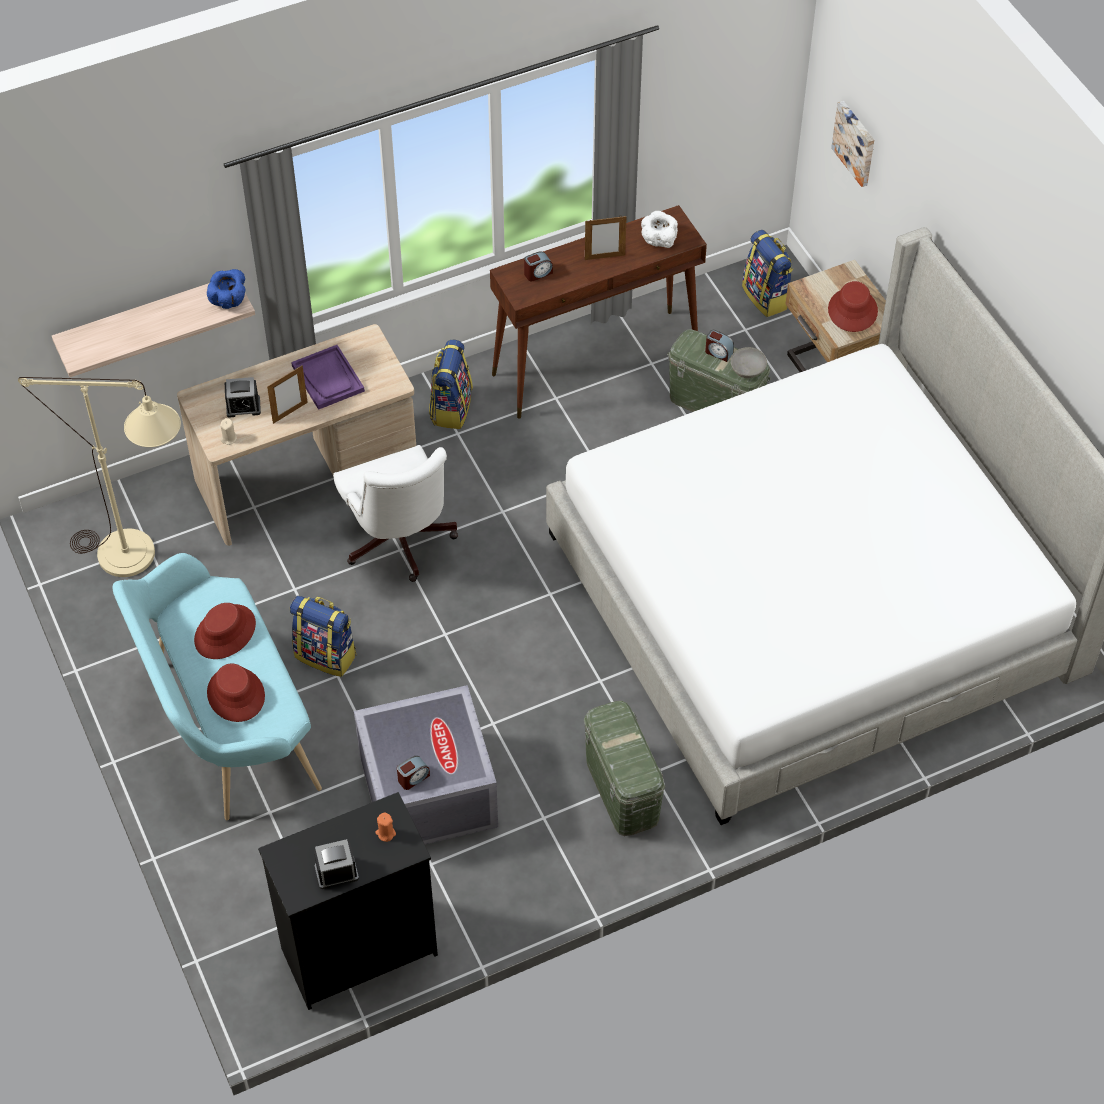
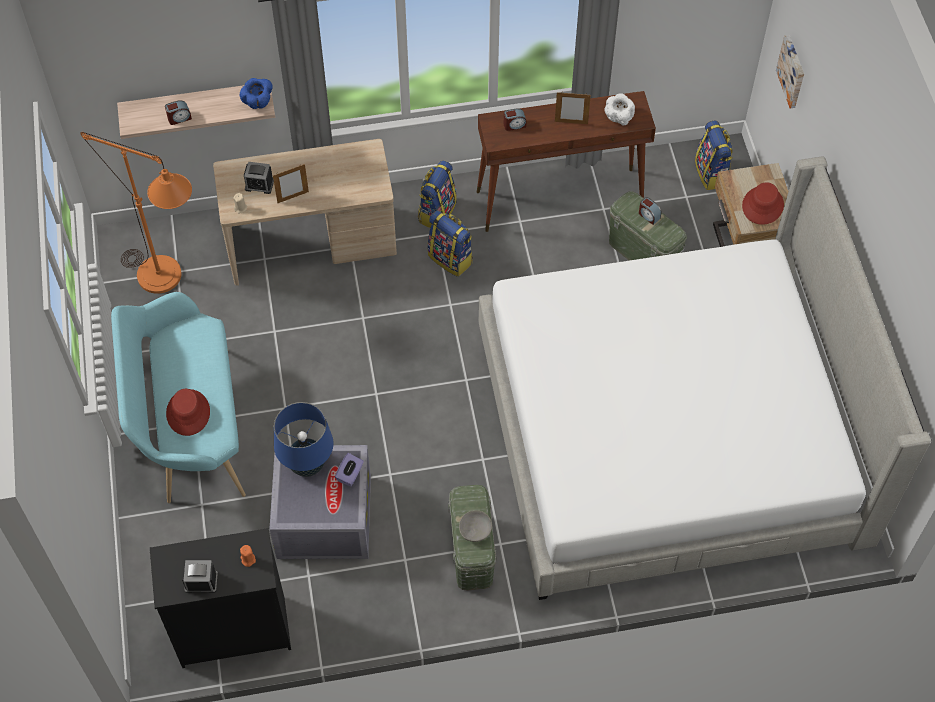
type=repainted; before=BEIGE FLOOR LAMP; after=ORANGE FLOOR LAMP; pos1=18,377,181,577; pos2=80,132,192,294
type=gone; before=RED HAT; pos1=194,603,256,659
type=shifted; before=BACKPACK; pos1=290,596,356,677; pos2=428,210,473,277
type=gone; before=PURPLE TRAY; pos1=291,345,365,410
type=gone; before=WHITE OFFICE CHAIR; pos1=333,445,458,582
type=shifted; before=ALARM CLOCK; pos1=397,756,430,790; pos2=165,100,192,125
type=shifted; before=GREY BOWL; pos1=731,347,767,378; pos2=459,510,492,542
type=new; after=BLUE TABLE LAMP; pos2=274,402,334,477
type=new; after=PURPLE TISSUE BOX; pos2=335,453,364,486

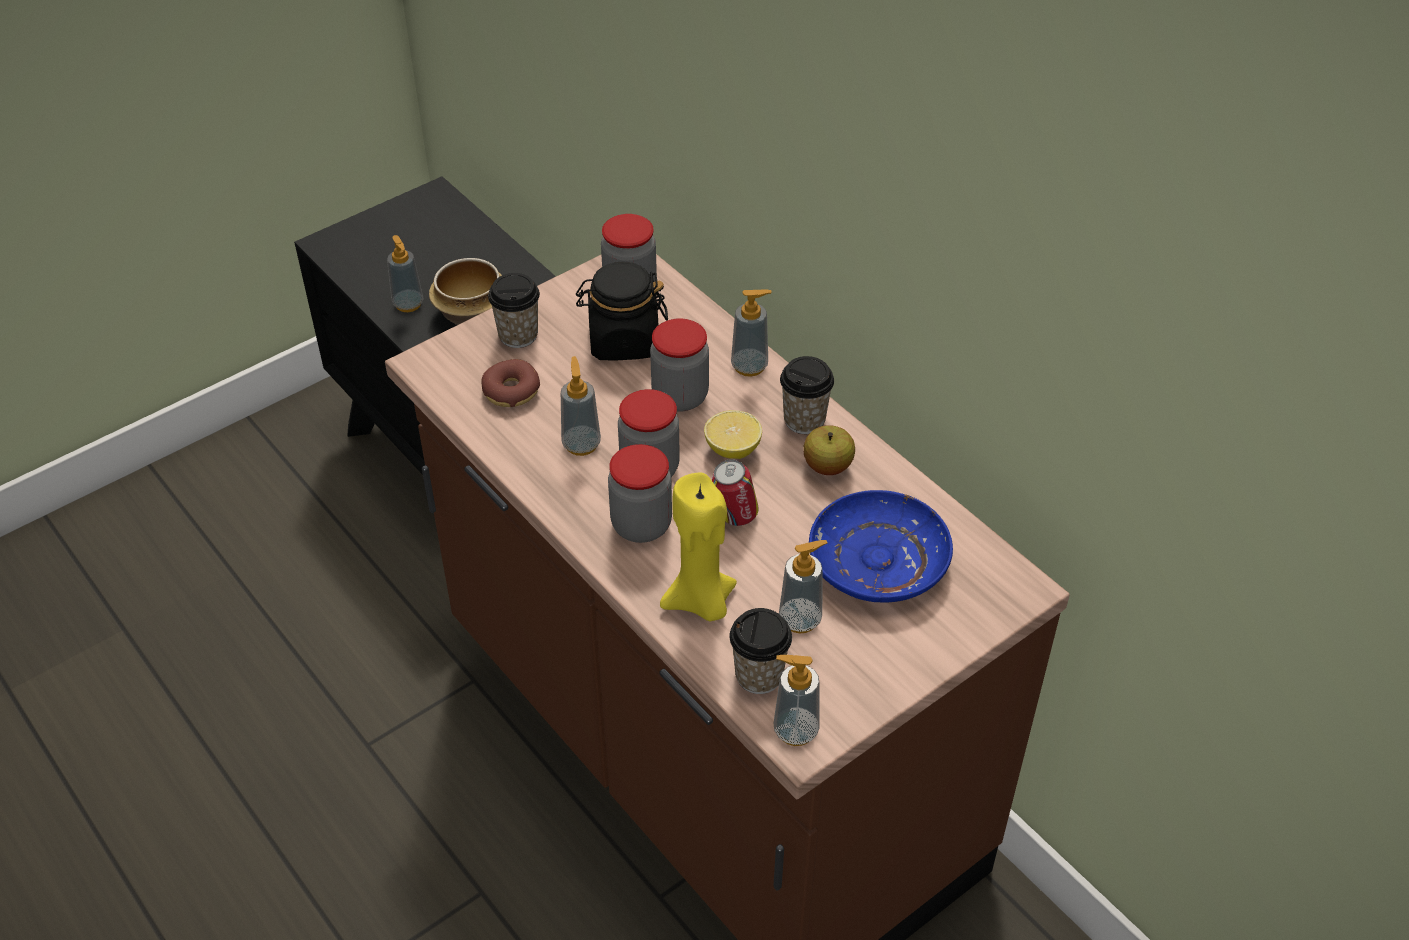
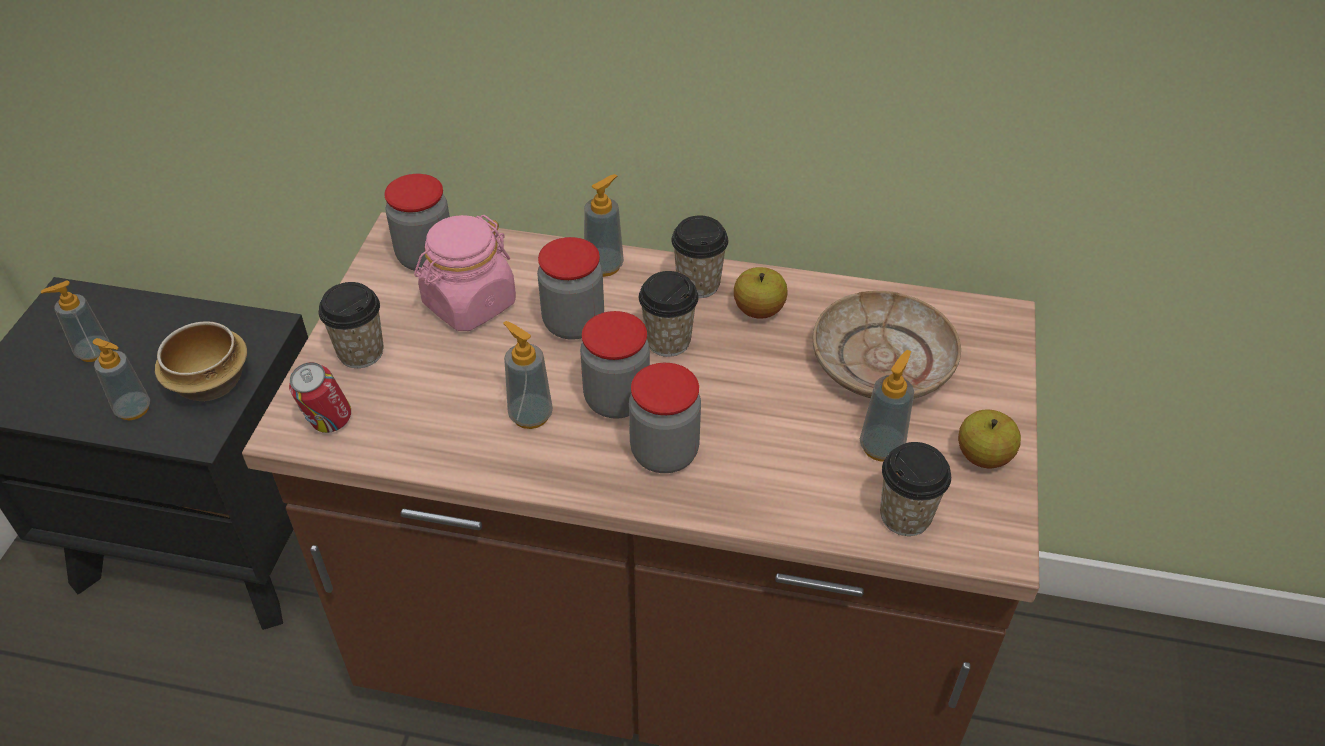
type=gone; before=DONUT; pos1=481,359,540,407
type=repainted; before=BLACK JAR; after=PINK JAR; pos1=576,261,668,360; pos2=414,215,516,331
type=gone; before=YELLOW CANDLE; pos1=660,472,737,621
type=swapped; before=LEMON; after=CUP; pos1=704,410,762,459; pos2=639,271,698,357
type=shifted; before=CAN; pos1=712,459,759,526; pos2=289,362,351,433
type=shifted; before=SOAP DISPENSER; pos1=774,655,819,746; pos2=41,280,110,362
type=repainted; before=BLUE PLATE; after=BEIGE PLATE; pos1=809,490,953,603; pos2=812,291,961,399
type=new; after=APPLE; pos2=958,410,1021,468

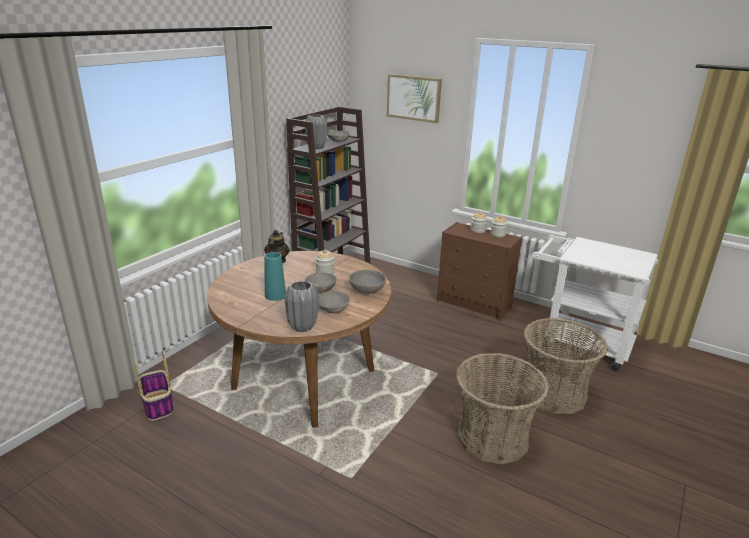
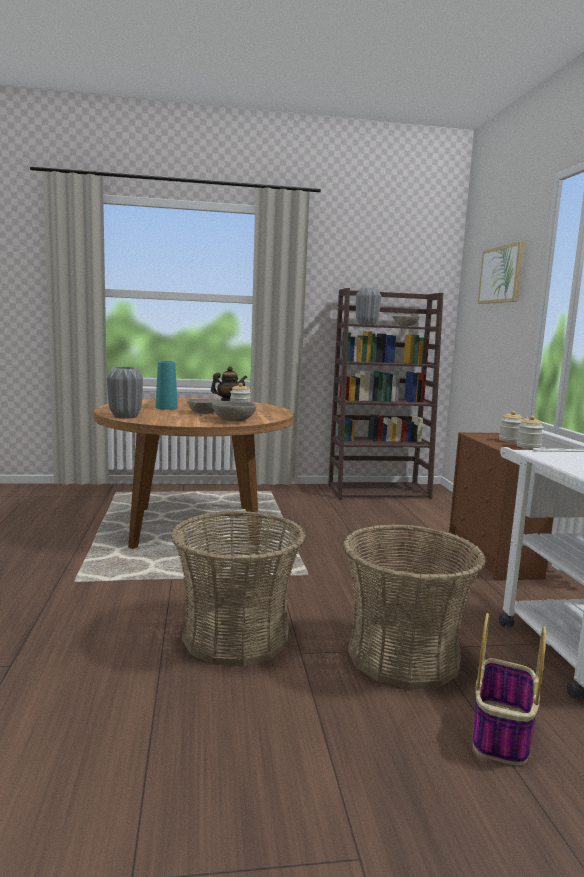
type=shifted; before=BASKET; pos1=134,351,173,421; pos2=473,613,546,765
type=gone; before=GREY BOWL; pos1=318,291,350,313

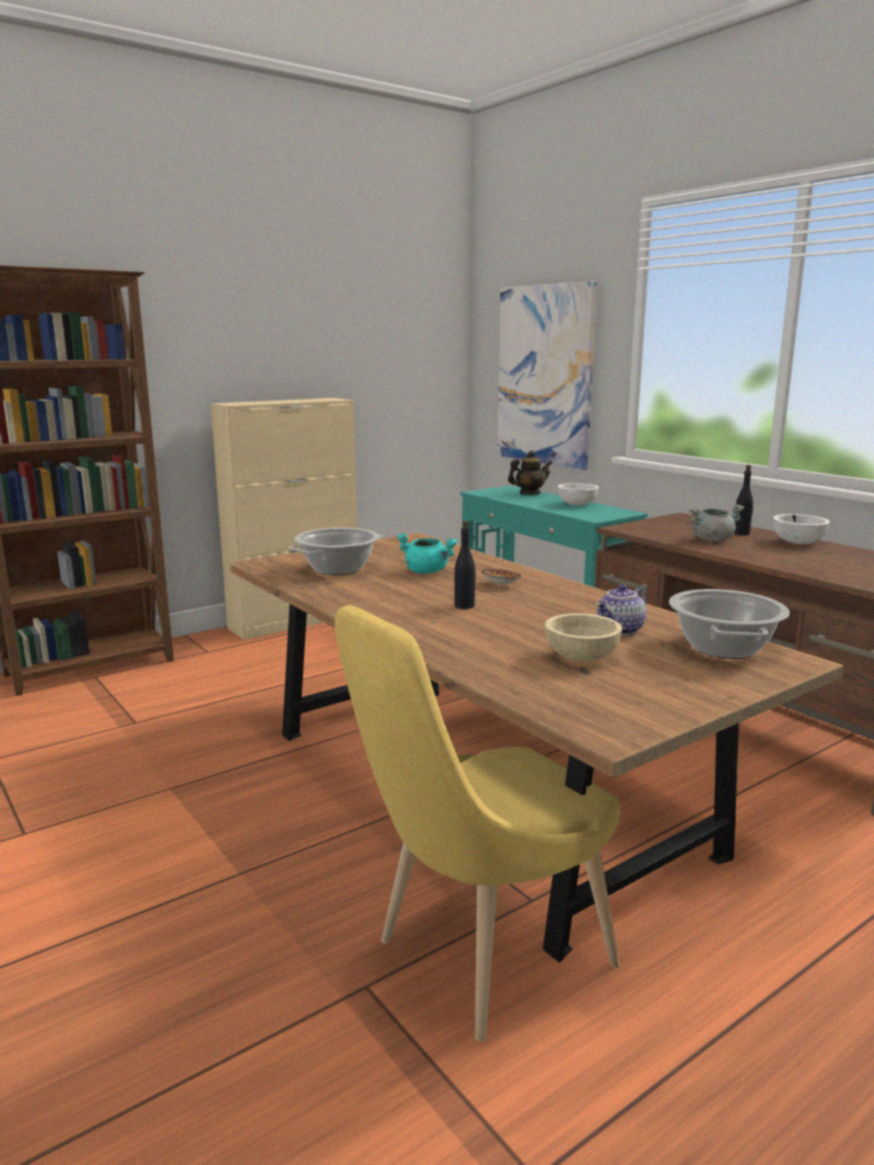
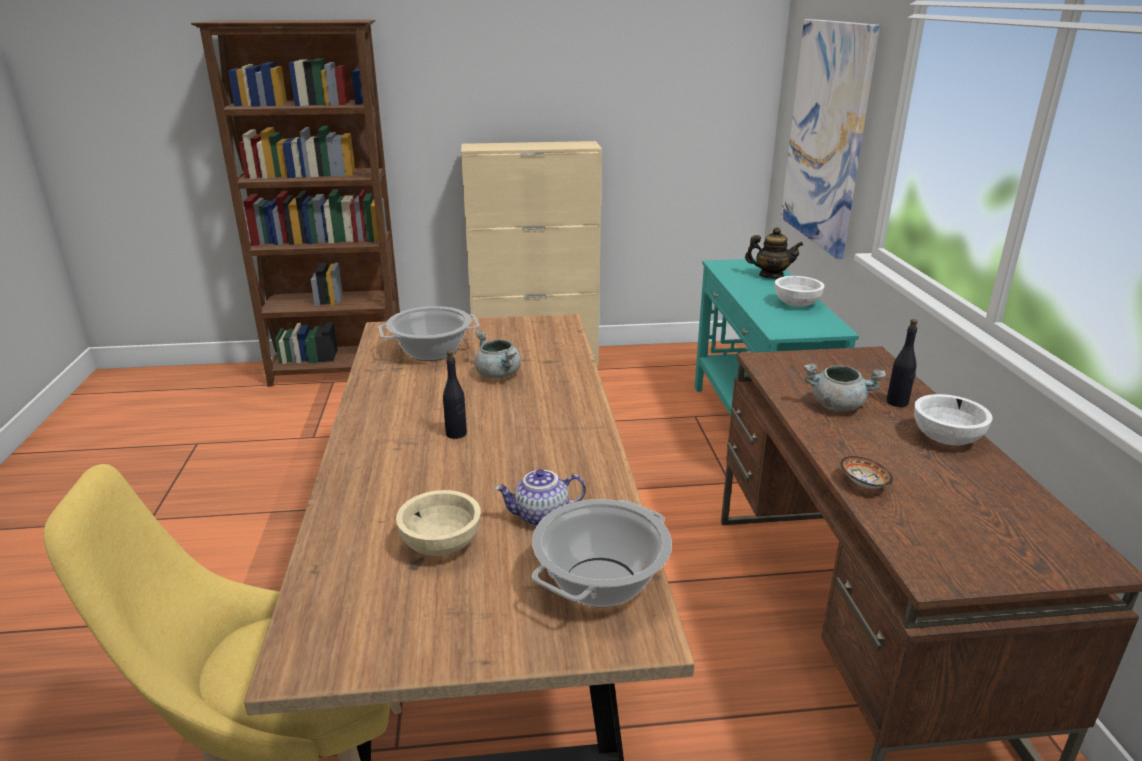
type=repainted; before=TURQUOISE COOKING POT; after=GREY COOKING POT; pos1=396,533,458,574; pos2=474,331,521,378
type=shifted; before=BOWL; pos1=482,569,521,586; pos2=840,456,893,489

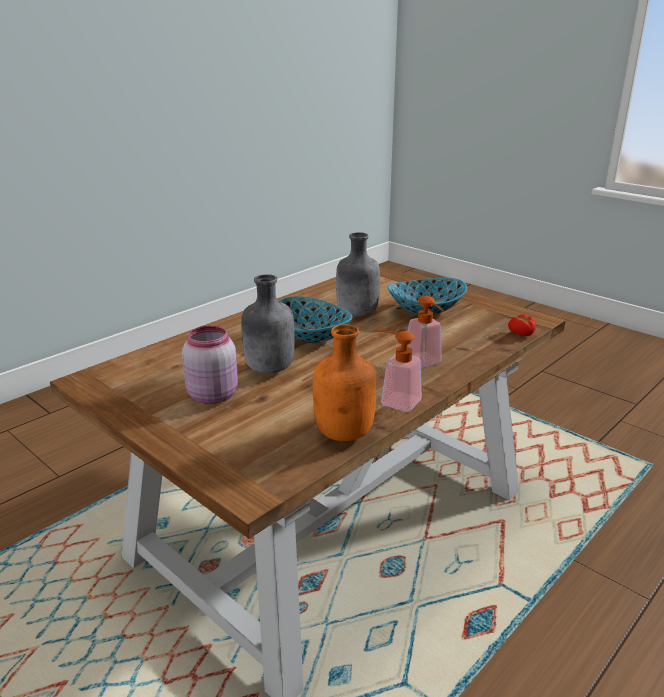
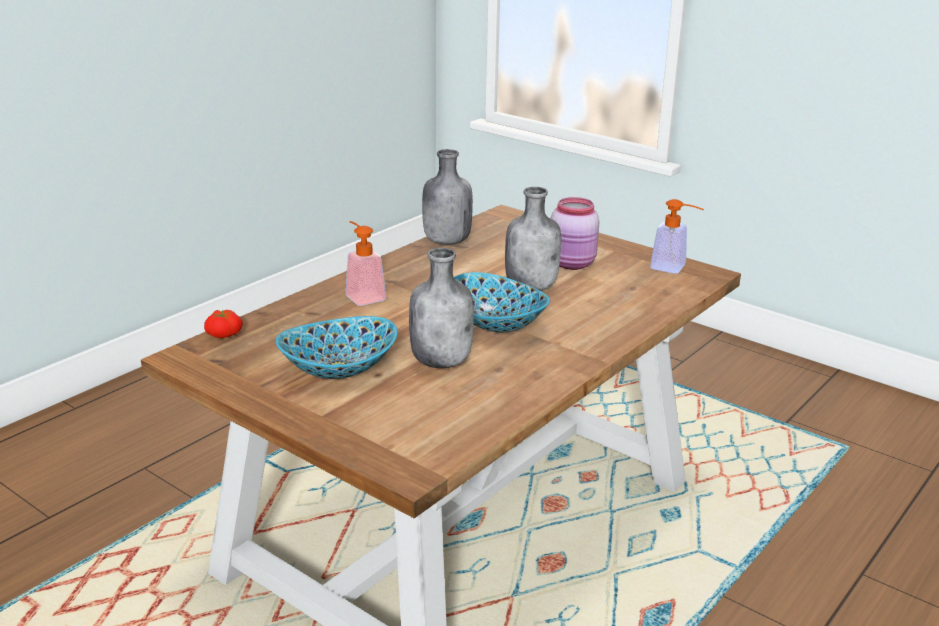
type=repainted; before=ORANGE BOTTLE; after=GREY BOTTLE; pos1=313,324,376,441; pos2=422,149,473,245
type=shifted; before=SOAP DISPENSER; pos1=375,330,422,412; pos2=650,199,704,274

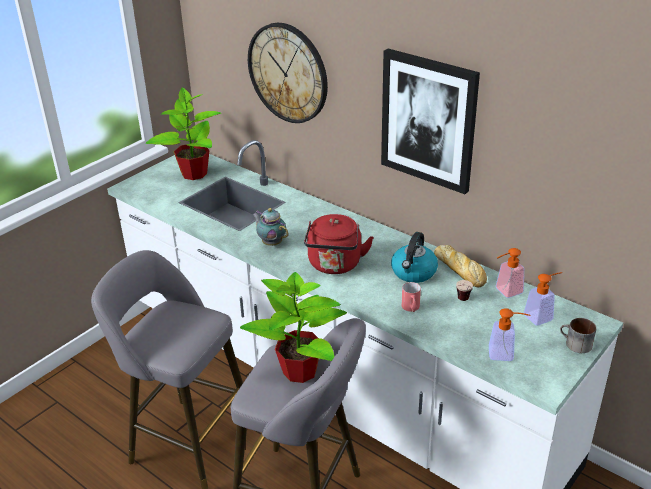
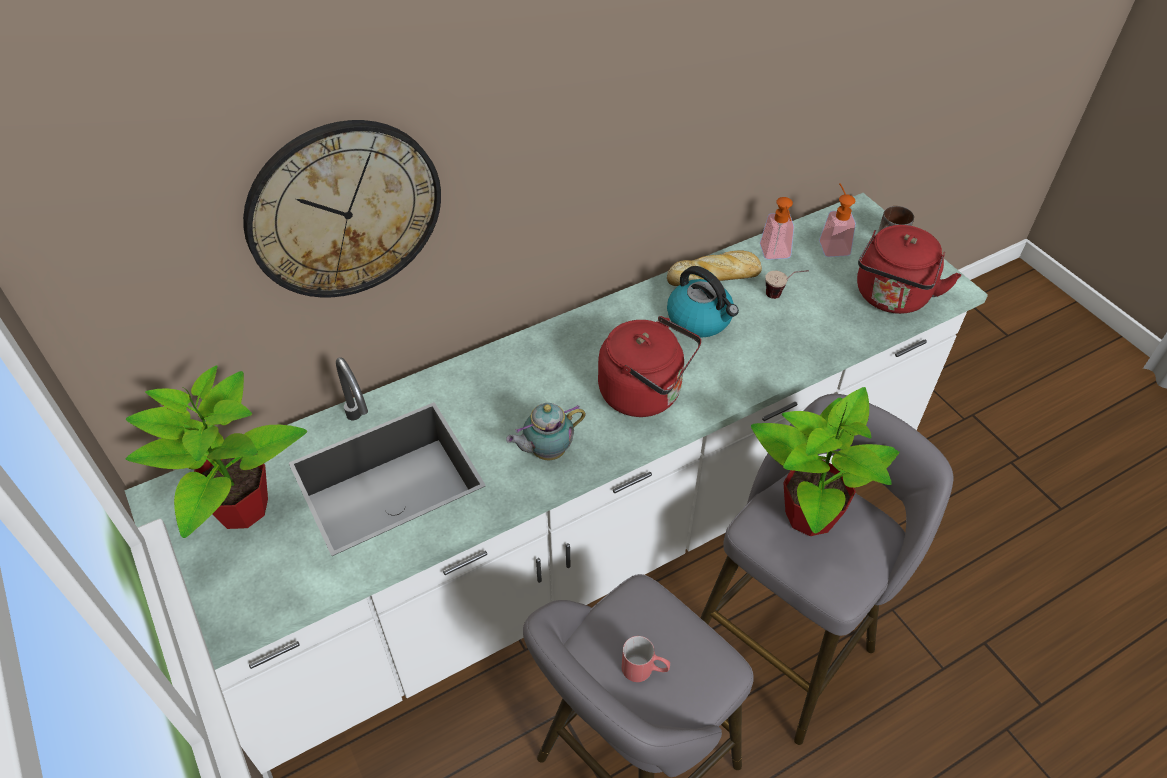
type=gone; before=PICTURE; pos1=381,49,480,194
type=shifted; before=RED MUG; pos1=402,282,421,312; pos2=622,636,670,682
type=swapped; before=SOAP DISPENSER; after=RED KETTLE; pos1=489,308,530,361; pos2=857,225,961,314

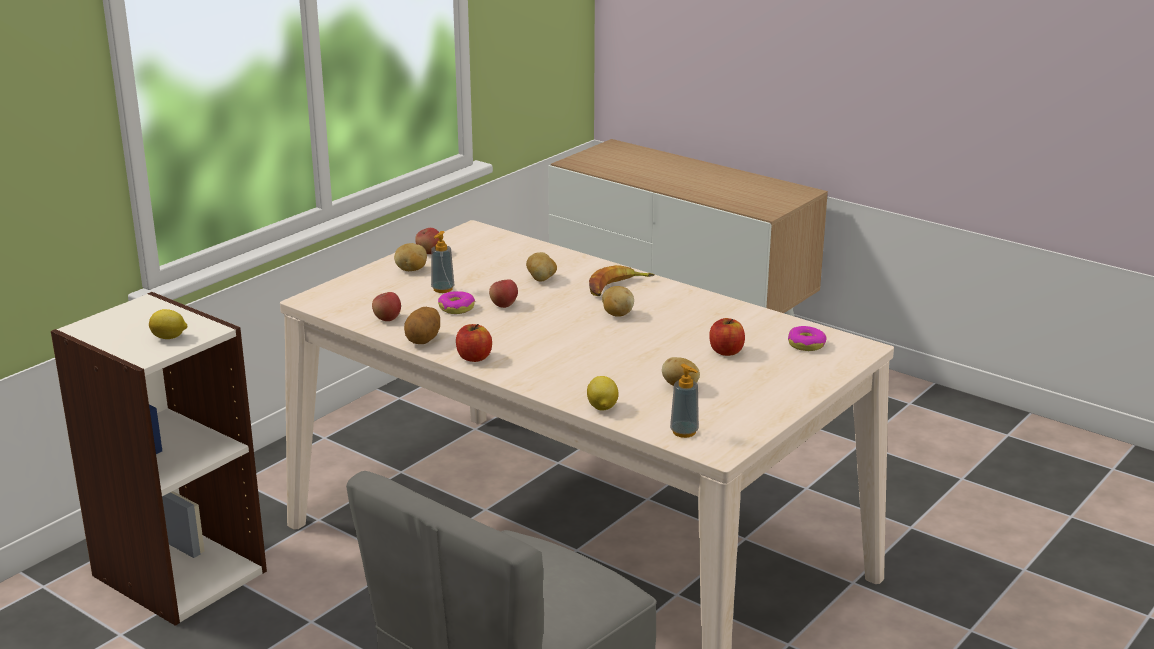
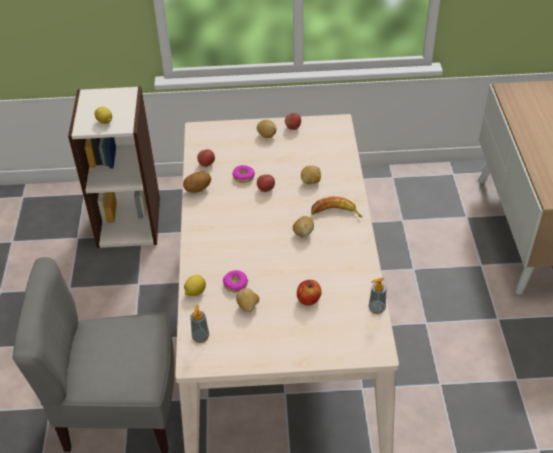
type=shifted; before=SOAP DISPENSER; pos1=431,231,454,293; pos2=368,277,386,314
type=gone; before=APPLE; pos1=456,324,492,362
type=shifted; before=DONUT; pos1=788,326,827,351; pos2=223,270,248,292

